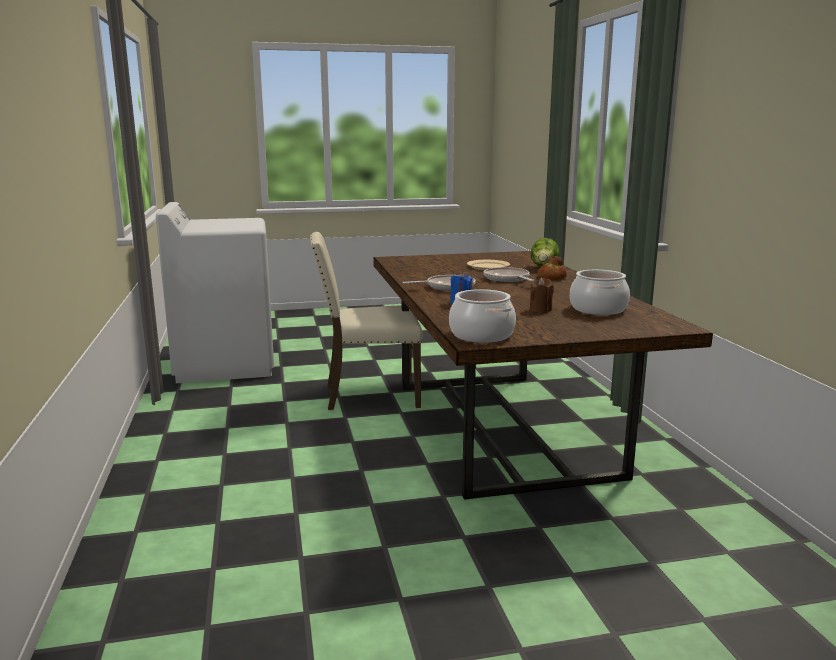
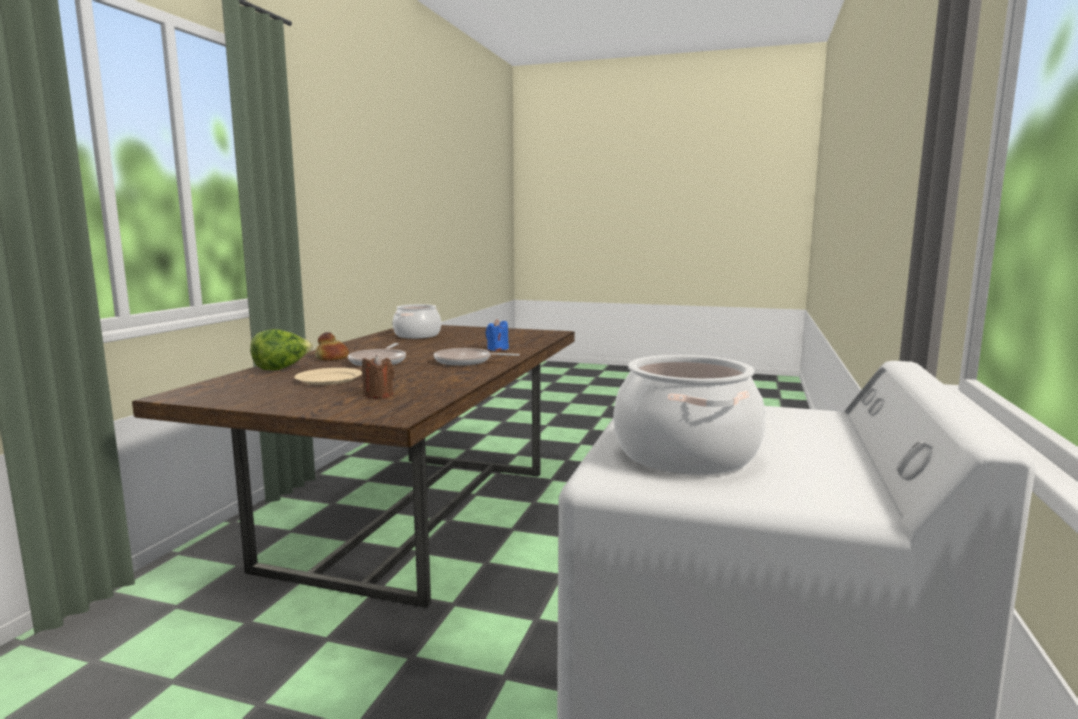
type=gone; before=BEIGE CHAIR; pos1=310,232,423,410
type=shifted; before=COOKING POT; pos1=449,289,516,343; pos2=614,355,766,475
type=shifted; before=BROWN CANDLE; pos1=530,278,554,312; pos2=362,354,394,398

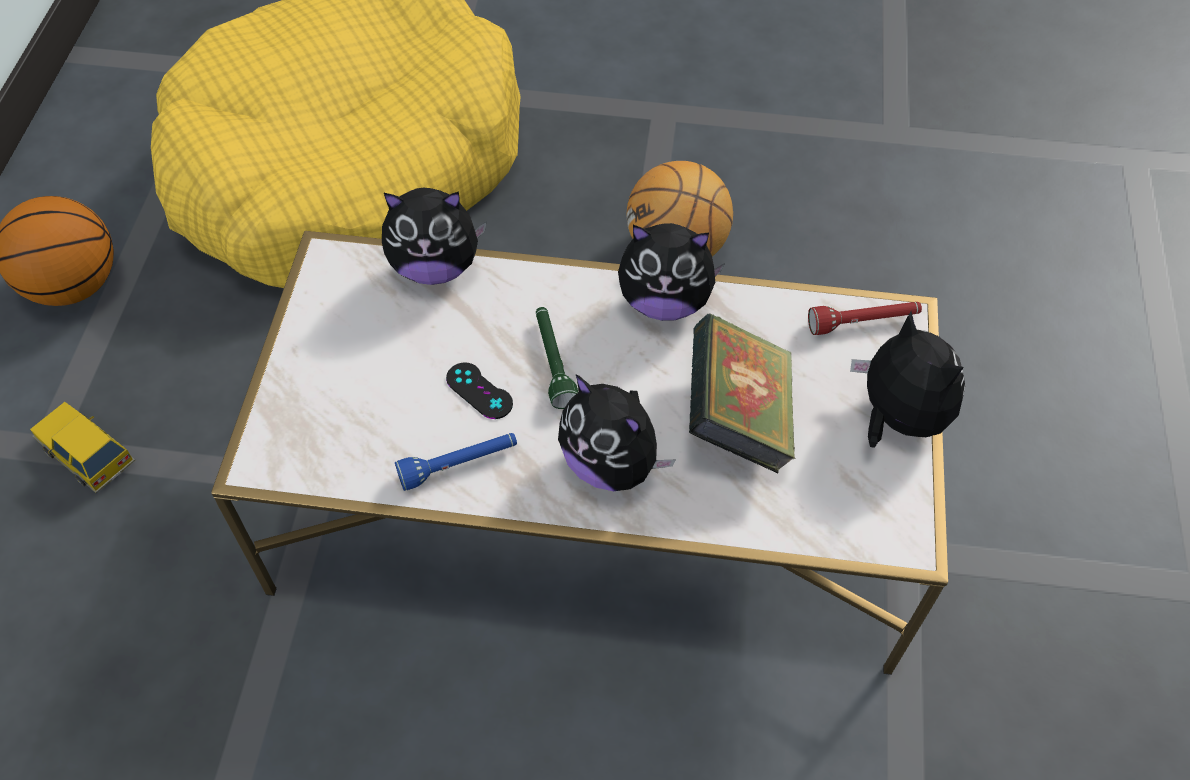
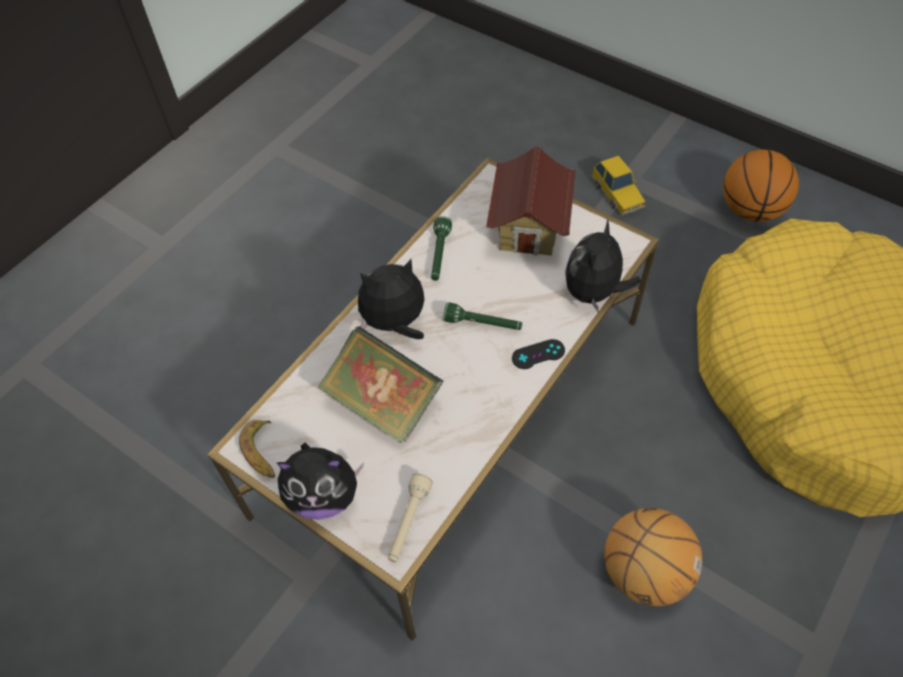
type=rotated; before=TOY CAR; pos1=30,402,135,493; pos2=592,156,645,215; turn=90
type=repainted; before=BLUE FLASHLIGHT; after=GREEN FLASHLIGHT; pos1=395,433,517,491; pos2=431,216,452,281
type=shifted; before=BLACK GAME CONTROLLER; pos1=446,363,513,419; pos2=512,339,565,369
type=gone; before=PLUSH TOY; pos1=618,223,725,321
type=repainted; before=RED FLASHLIGHT; after=BEIGE FLASHLIGHT; pos1=808,302,922,335; pos2=388,473,433,562
type=new; after=BANANA; pos2=239,420,275,478
type=new; after=TOY HOUSE; pos2=486,147,576,256

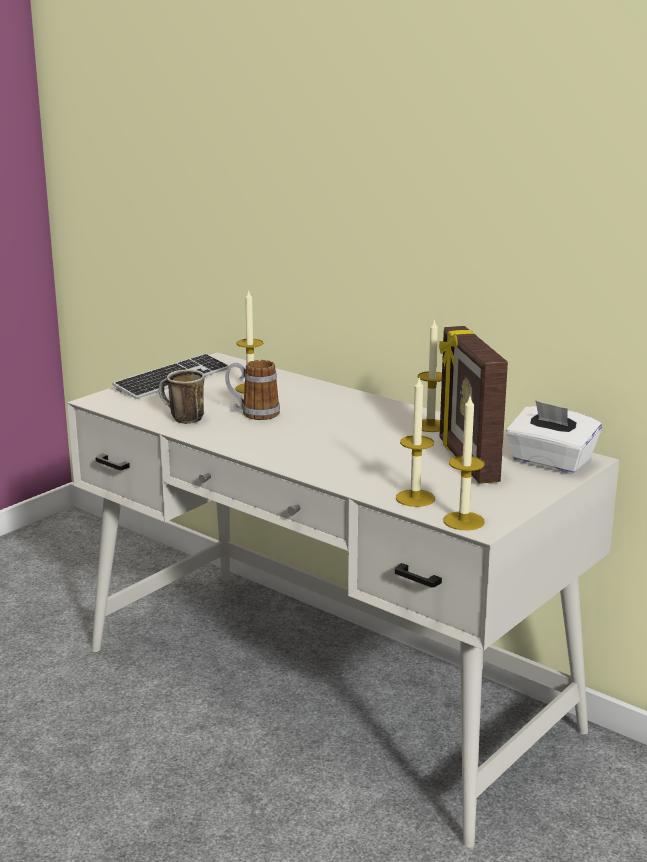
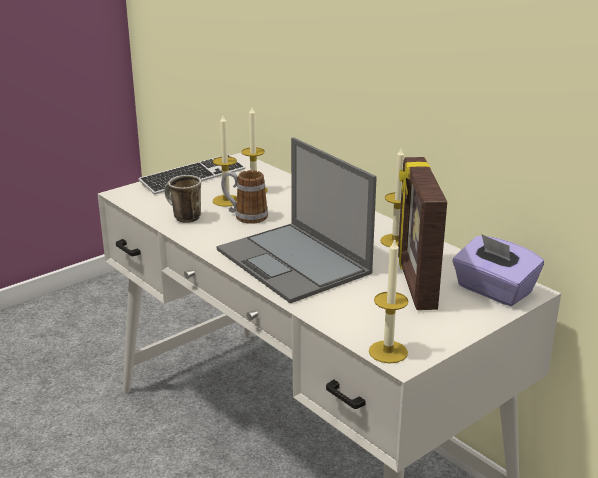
type=shifted; before=CANDLE; pos1=396,376,435,507; pos2=213,115,237,207
type=repainted; before=WHITE TISSUE BOX; after=PURPLE TISSUE BOX; pos1=506,400,602,474; pos2=452,234,544,306
type=new; after=LAPTOP; pos2=217,137,377,303

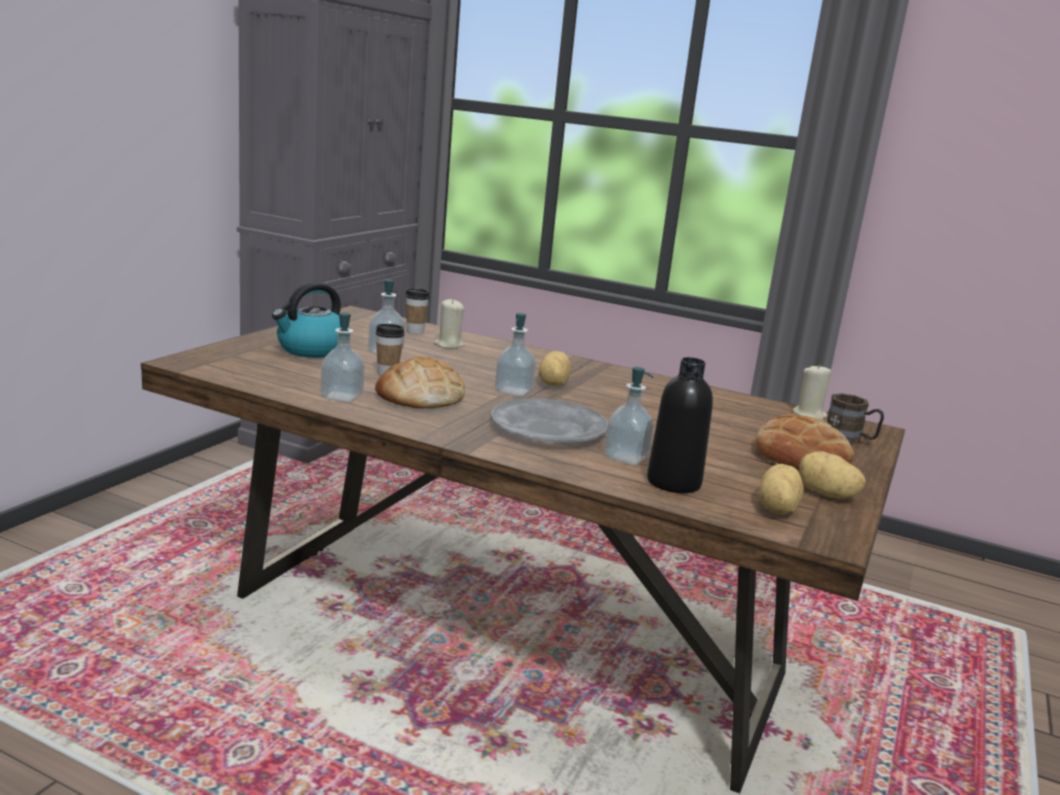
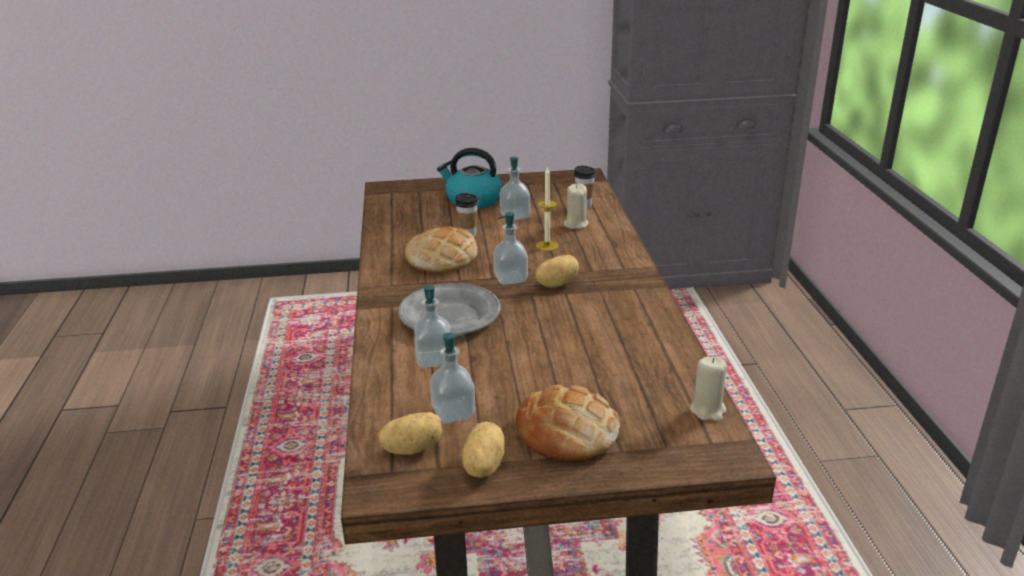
type=shifted; before=SOAP DISPENSER; pos1=321,313,365,402; pos2=430,333,475,423
type=gone; before=BLACK BOTTLE; pos1=647,357,713,493
type=gone; before=BROWN MUG; pos1=827,393,884,444
type=new; after=CANDLE; pos2=536,166,558,251

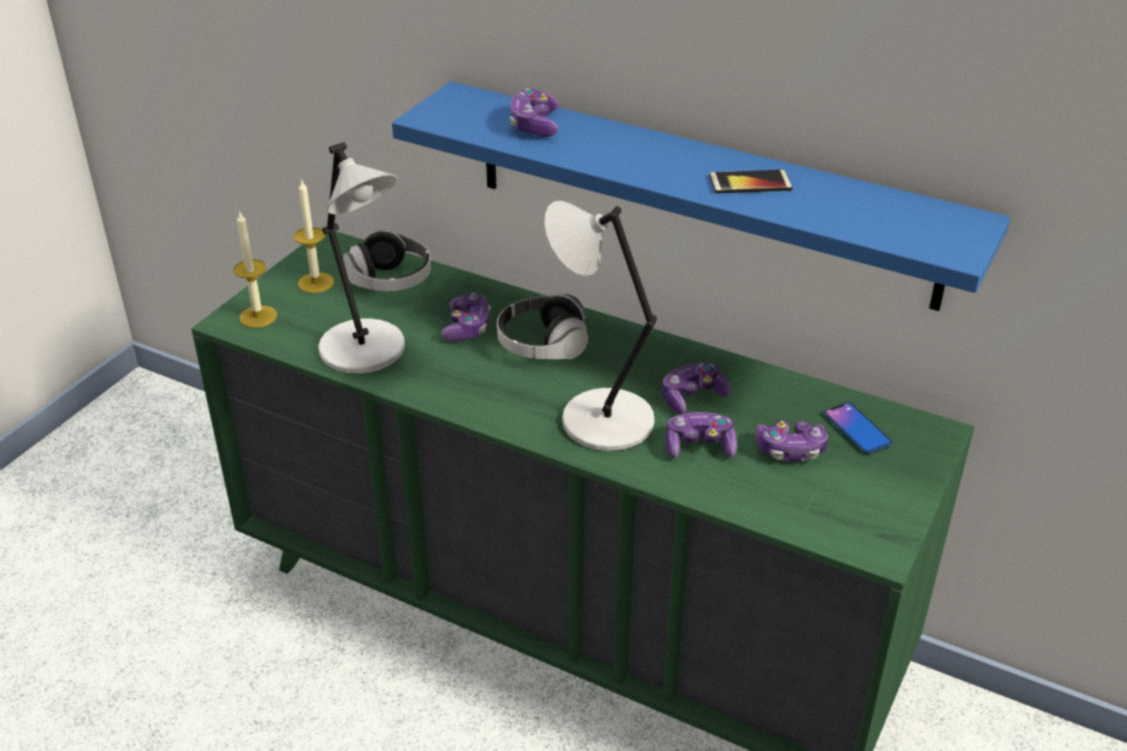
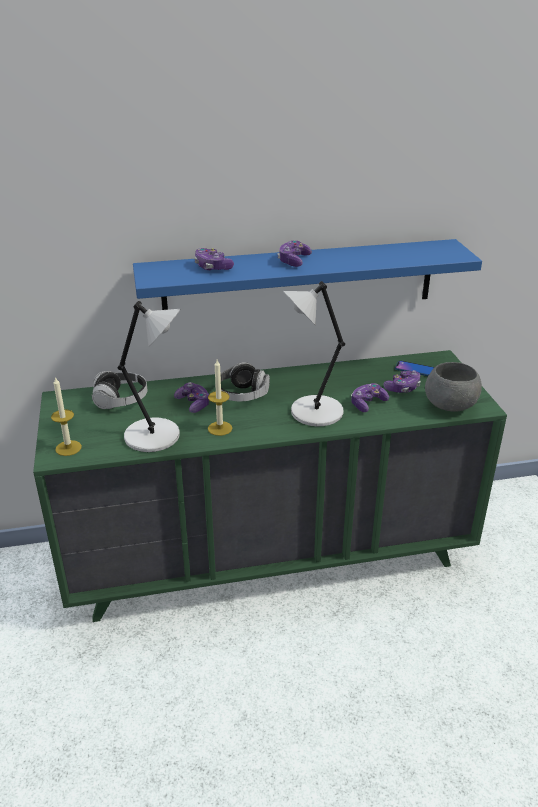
type=shifted; before=CANDLE; pos1=294,179,334,293; pos2=208,360,232,436
type=shifted; before=GAME CONTROLLER; pos1=662,362,731,414; pos2=277,240,312,267
type=gone; before=PHONE; pos1=709,169,793,194
type=new; after=GREY BOWL; pos2=425,362,482,412

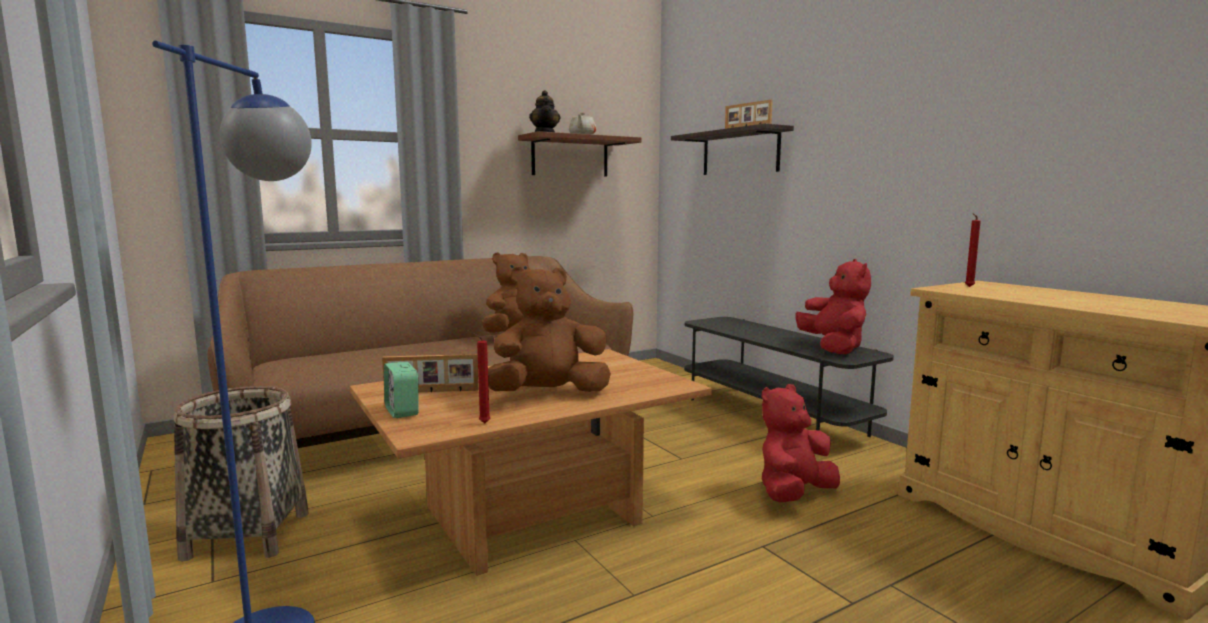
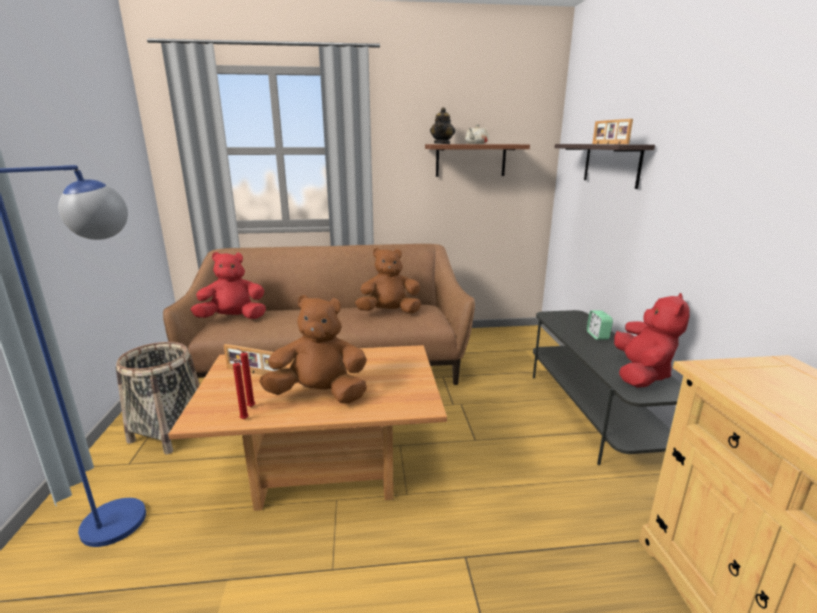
type=shifted; before=ALARM CLOCK; pos1=384,362,419,418; pos2=587,310,613,340
type=shifted; before=RED PLUSH TOY; pos1=762,384,840,503; pos2=191,252,266,319
type=shifted; before=RED CANDLE; pos1=965,213,981,287; pos2=236,348,255,407

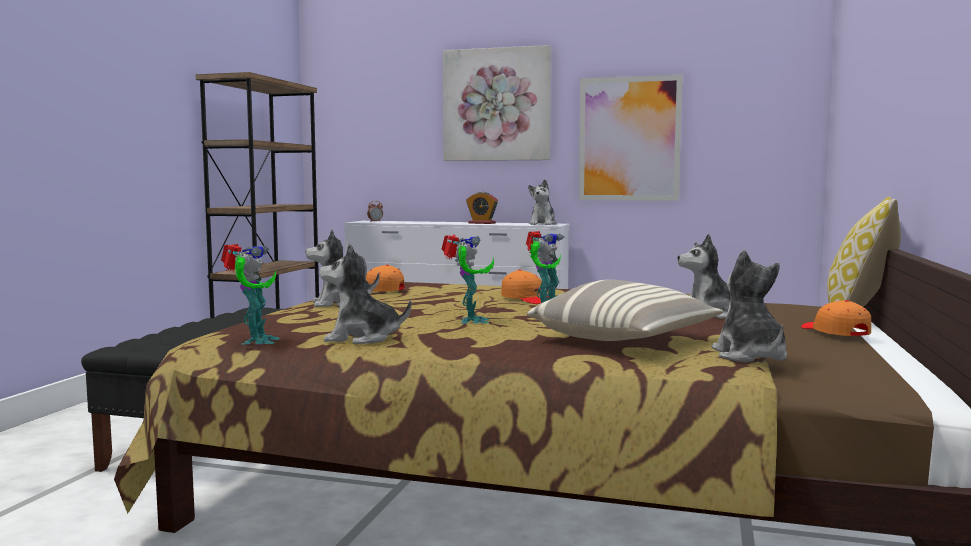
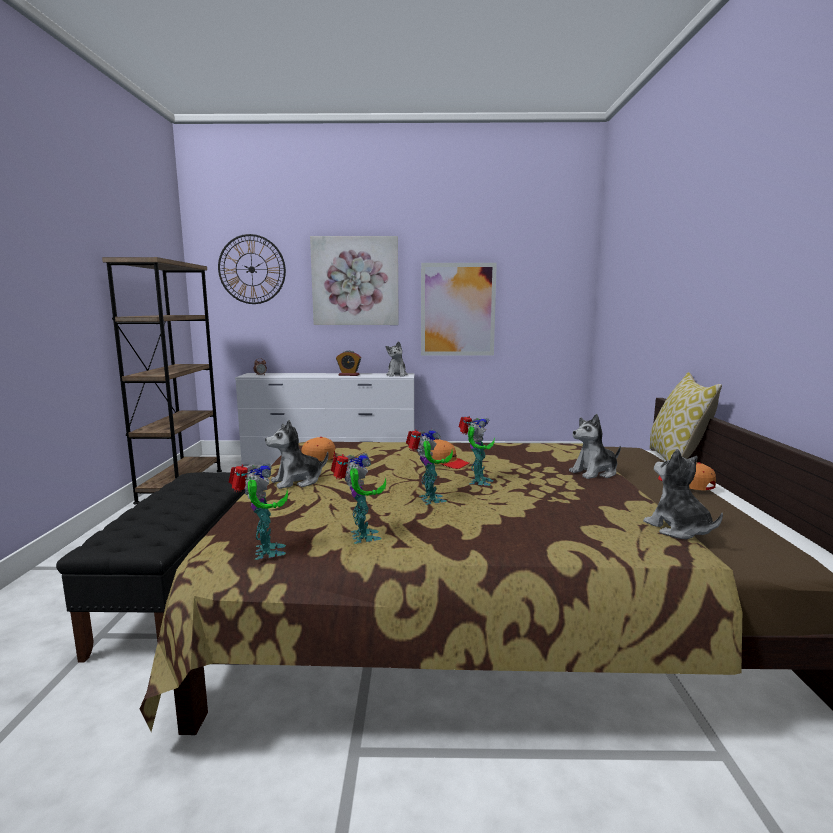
type=swapped; before=PLUSH TOY; after=TOY ROBOT; pos1=319,243,411,344; pos2=331,453,386,544
type=gone; before=PILLOW; pos1=527,280,723,341
type=new; after=WALL CLOCK; pos2=218,234,286,304

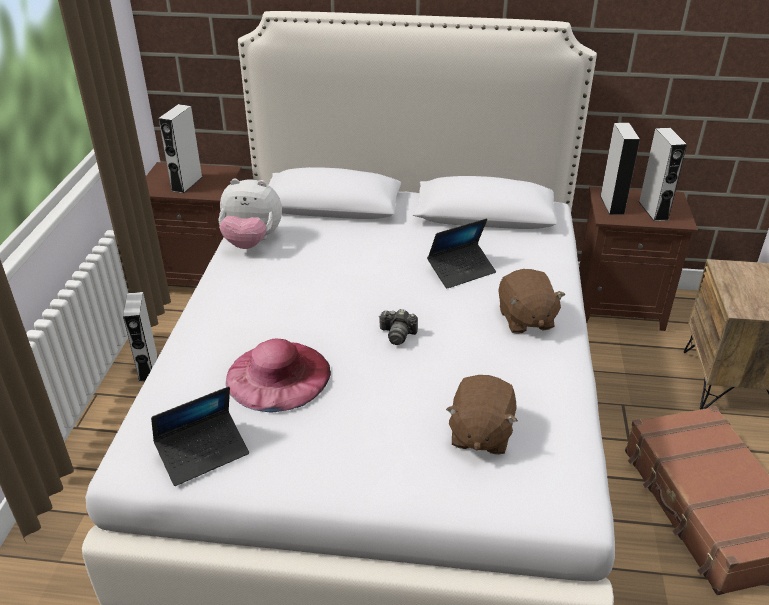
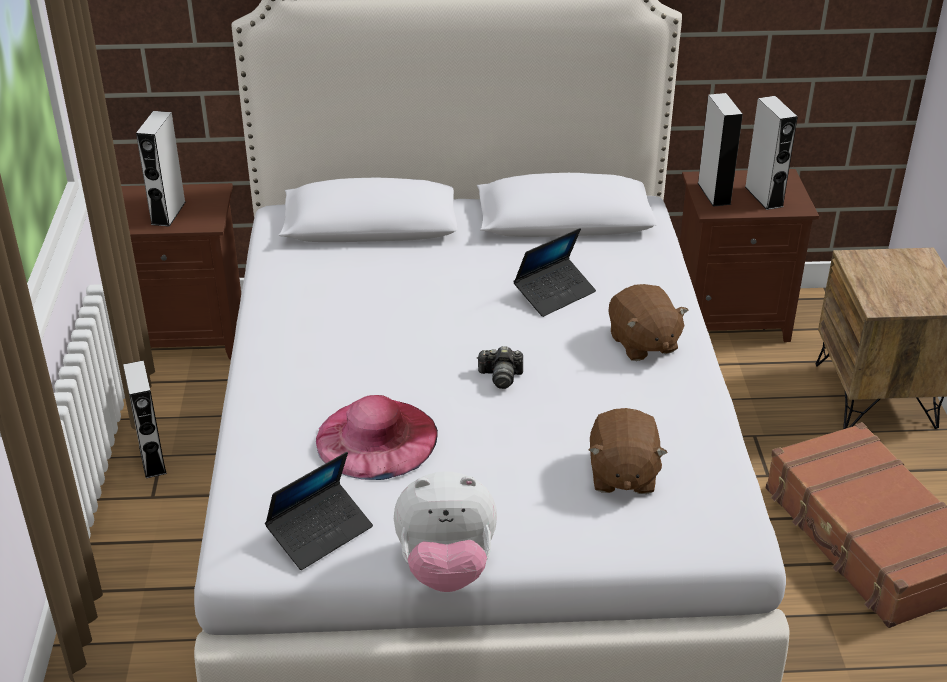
type=shifted; before=PLUSH TOY; pos1=218,178,282,249; pos2=394,471,497,592

